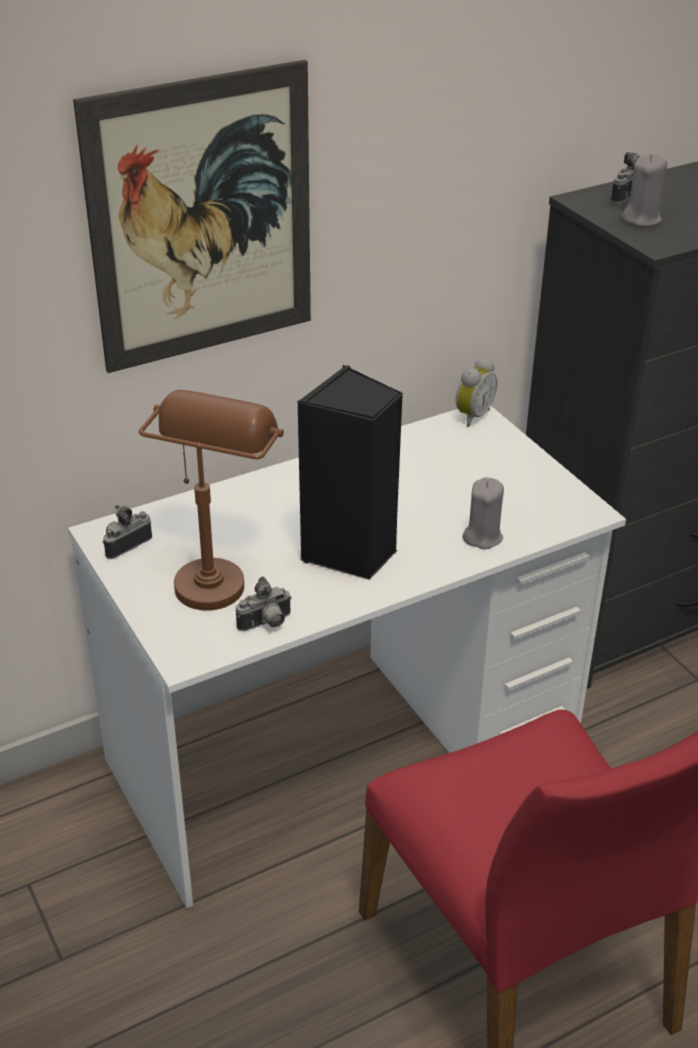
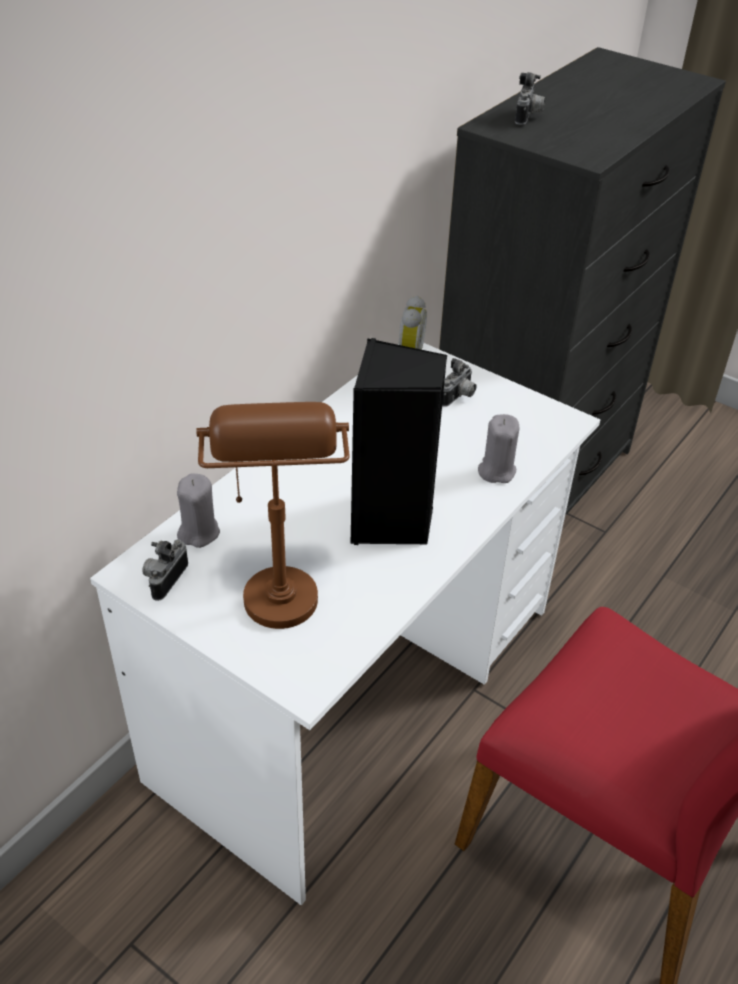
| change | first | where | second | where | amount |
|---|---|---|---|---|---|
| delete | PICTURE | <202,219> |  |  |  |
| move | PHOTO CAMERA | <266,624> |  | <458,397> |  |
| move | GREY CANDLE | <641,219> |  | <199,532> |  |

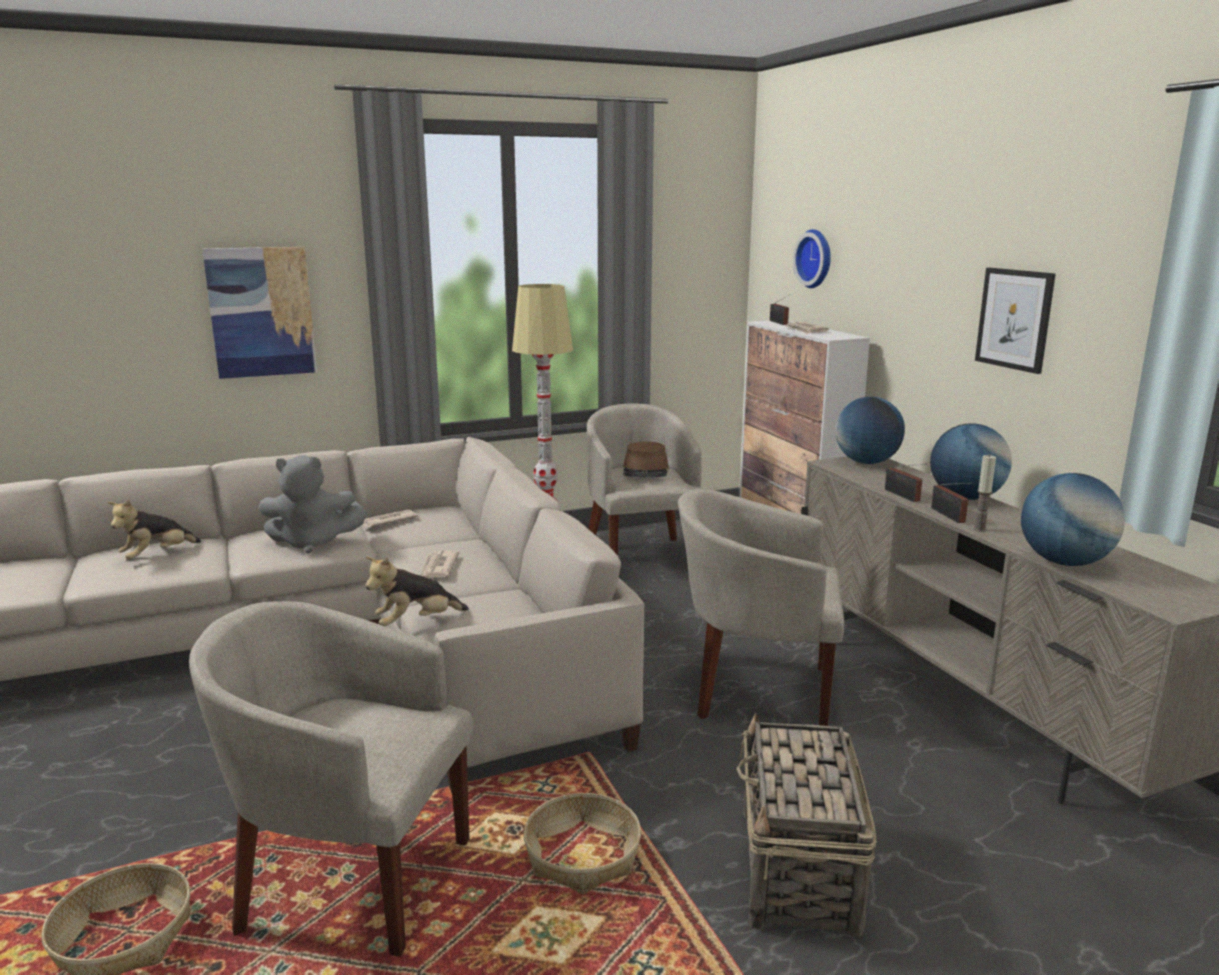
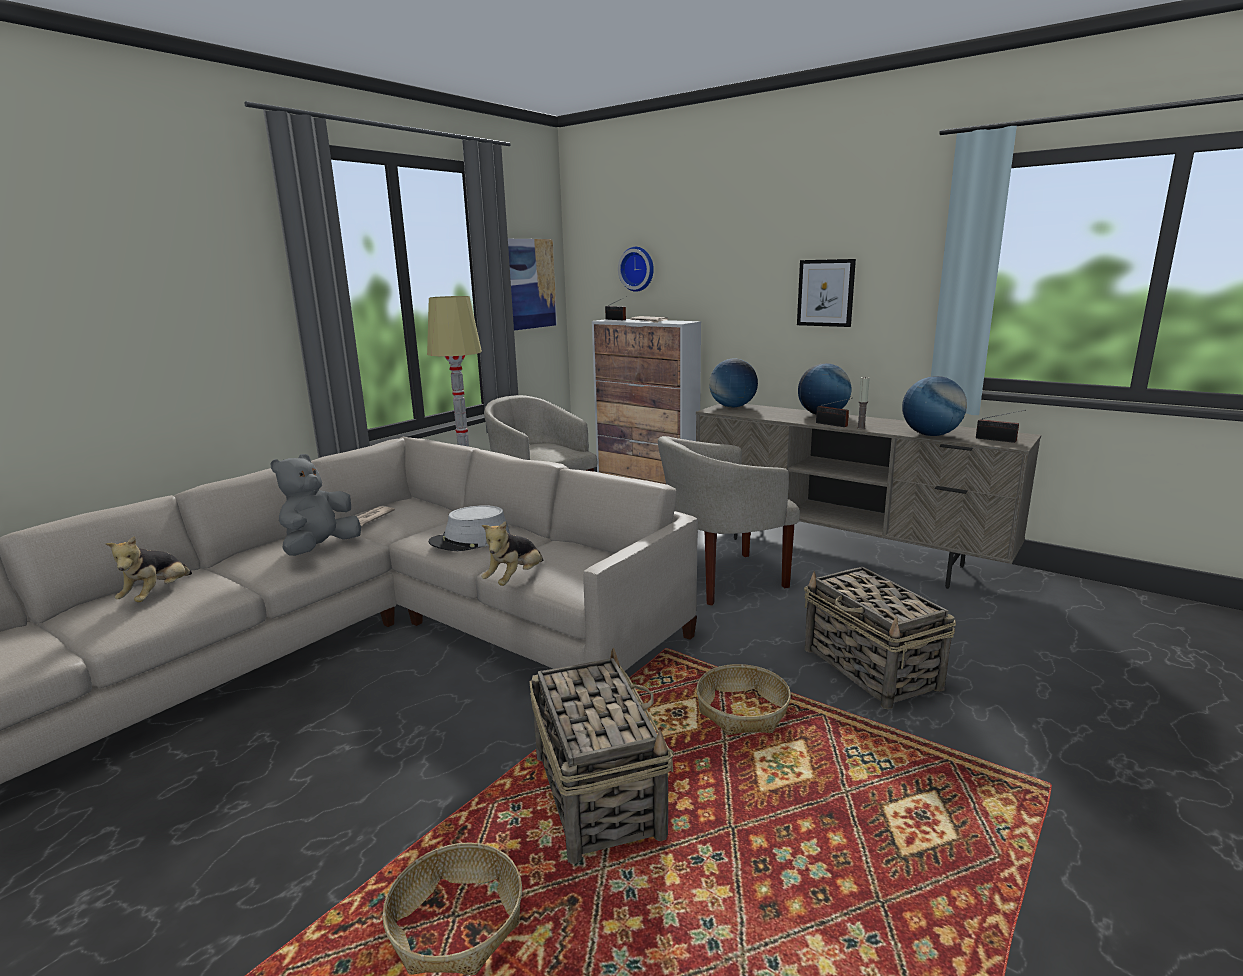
| change | first | where | second | where | amount |
|---|---|---|---|---|---|
| replace | BEIGE ARMCHAIR | <349,877> | BASKET | <597,792> |  |
| move | PICTURE | <261,312> |  | <530,284> |  |
| rotate | GREY PLUSH TOY | <312,543> |  | <320,548> | 150 degrees clockwise |
| replace | NEWSPAPER | <438,567> | GREY HAT | <470,540> |  |
| delete | BROWN HAT | <646,471> |  |  |  |
| move | RADIO | <903,496> |  | <998,440> |  |

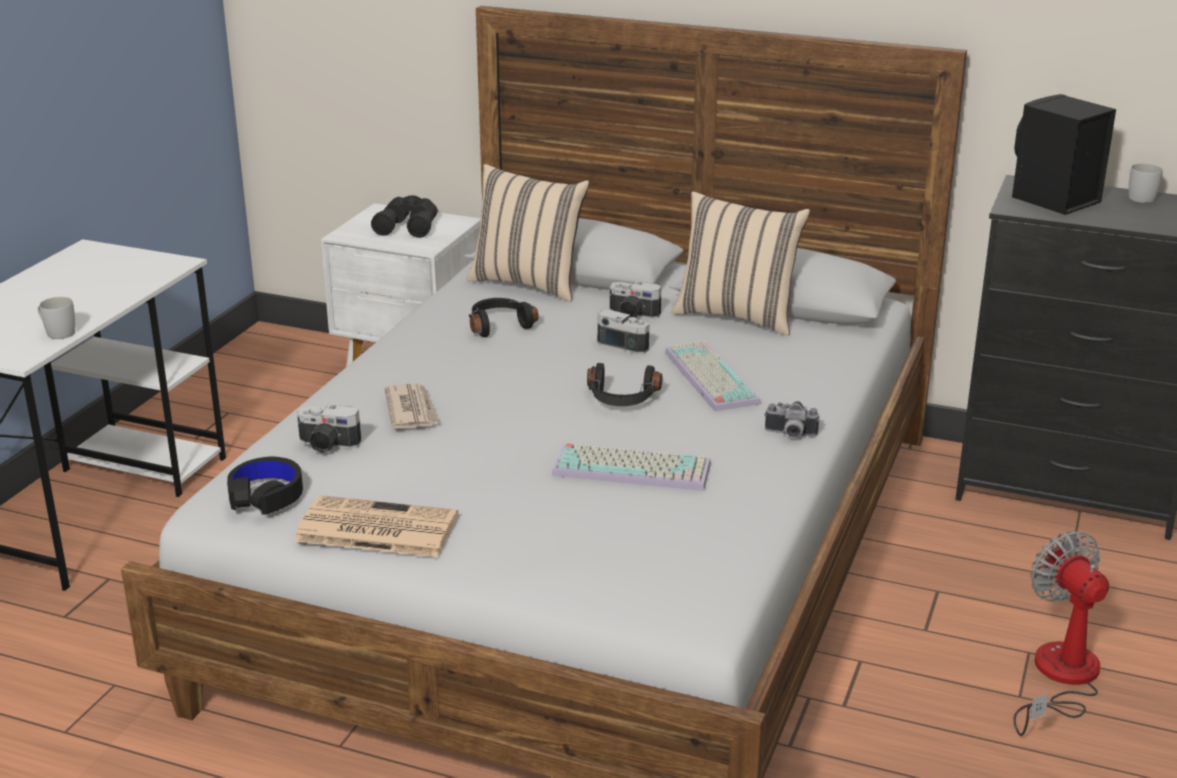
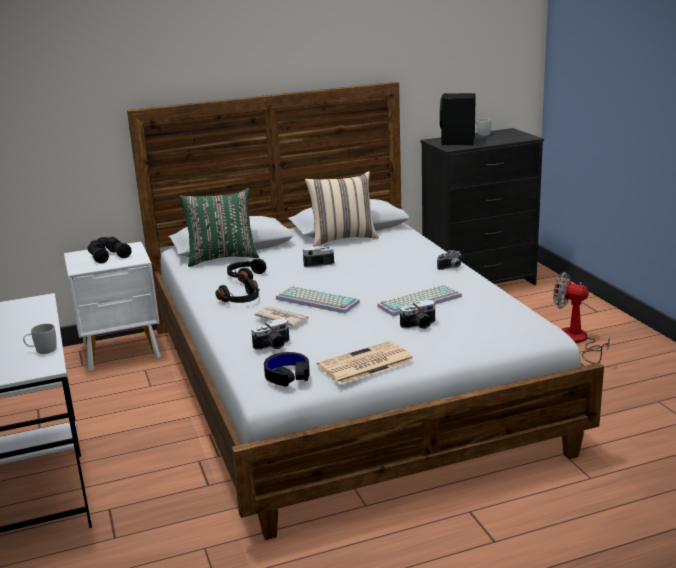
| change | first | where | second | where | amount |
|---|---|---|---|---|---|
| recolor | BEIGE PILLOW | <529,283> | GREEN PILLOW | <222,258> |  |
| move | BLACK HEADPHONES | <622,399> |  | <242,300> |  |
| move | PHOTO CAMERA | <632,315> |  | <419,325> |  |
| move | KEYBOARD | <708,377> |  | <315,301> |  |

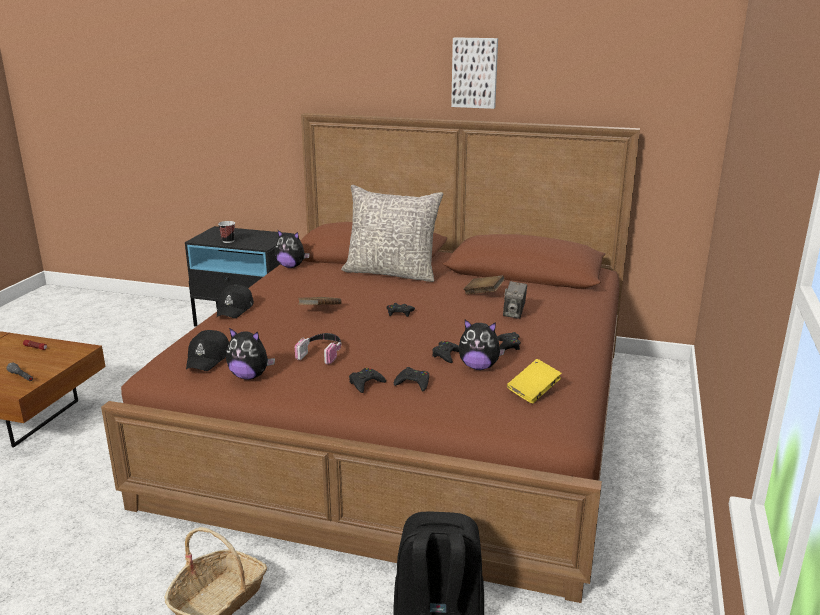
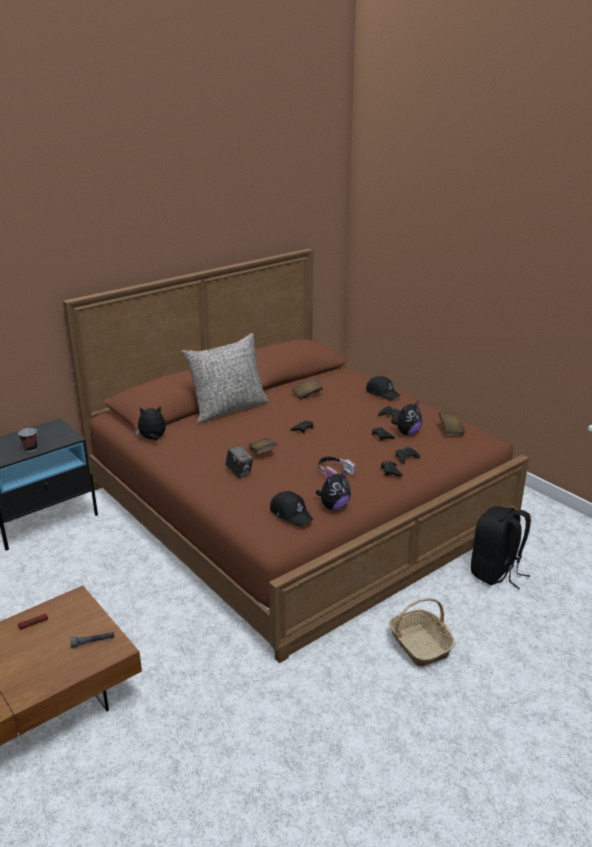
| change | first | where | second | where | amount |
|---|---|---|---|---|---|
| move | BLACK CAP | <235,309> |  | <382,393> |  |
| rotate | PLUSH TOY | <291,266> |  | <152,439> | 150 degrees counterclockwise |
| delete | PICTURE | <475,72> |  |  |  |
| move | PHOTO CAMERA | <514,314> |  | <239,472> |  |
| recolor | YELLOW BOOK | <533,392> | BROWN BOOK | <451,430> |  |

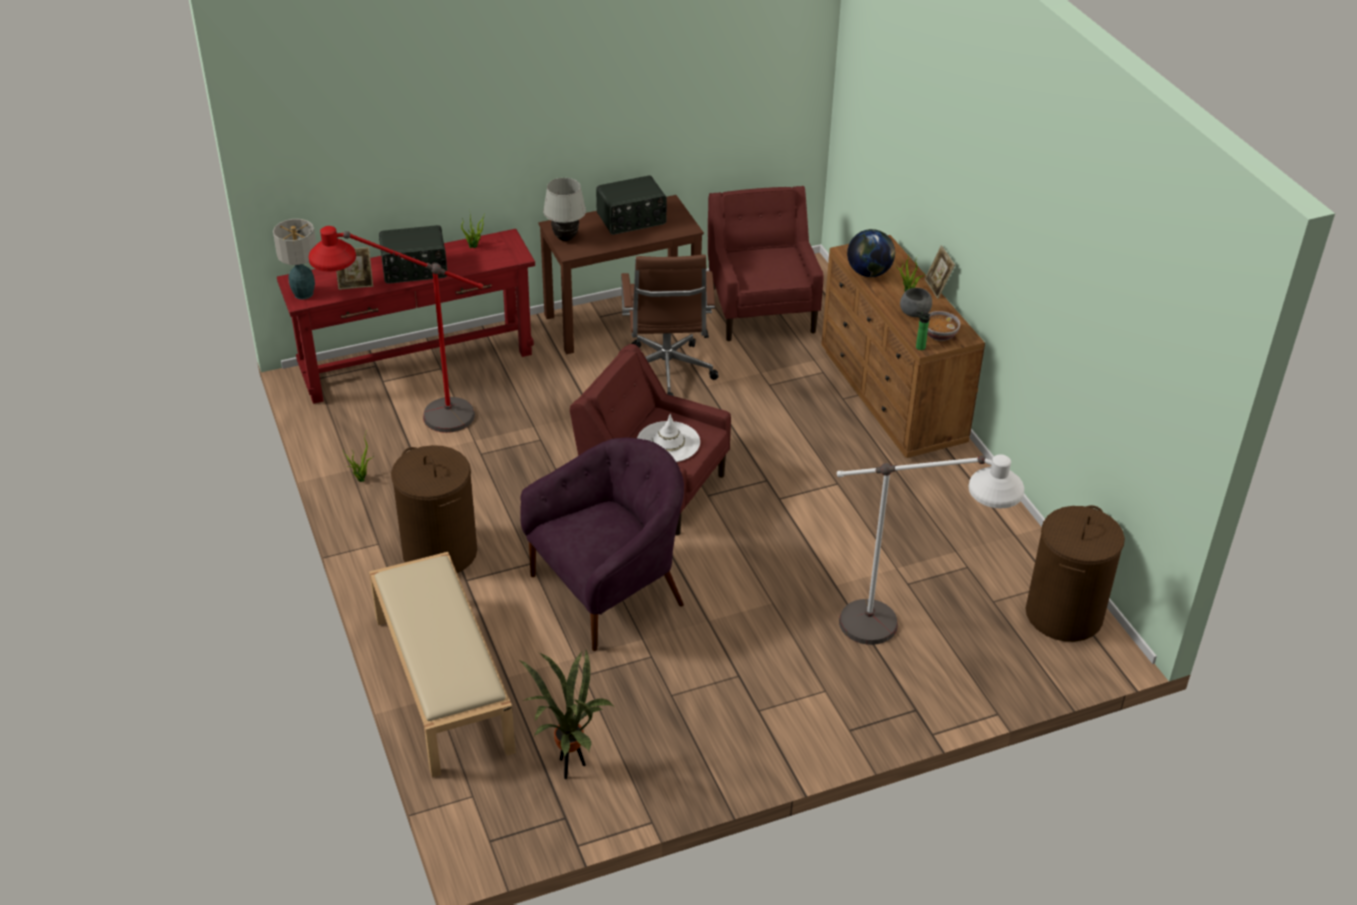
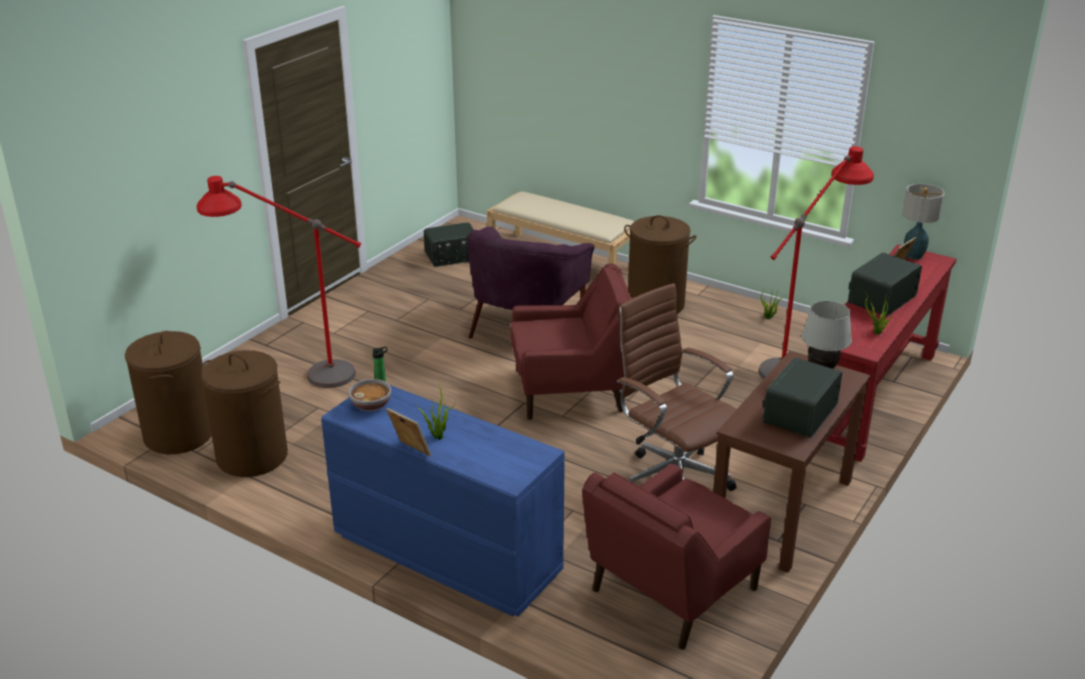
| change | first | where | second | where | amount |
|---|---|---|---|---|---|
| replace | POTTED PLANT | <568,768> | RADIO | <452,257> |  |
| delete | WHITE HAT | <668,442> |  |  |  |
| rotate | RED ARMCHAIR | <761,309> |  | <671,592> | 90 degrees clockwise |
| recolor | BROWN DRESSER | <892,396> | BLUE DRESSER | <445,553> |  |
| recolor | WHITE FLOOR LAMP | <906,639> | RED FLOOR LAMP | <296,376> |  |
| delete | GLOBE | <869,272> |  |  |  |
| delete | GREY BOWL | <915,314> |  |  |  |
| insert |  |  | BROWN LAUNDRY BASKET | <252,456> |  |

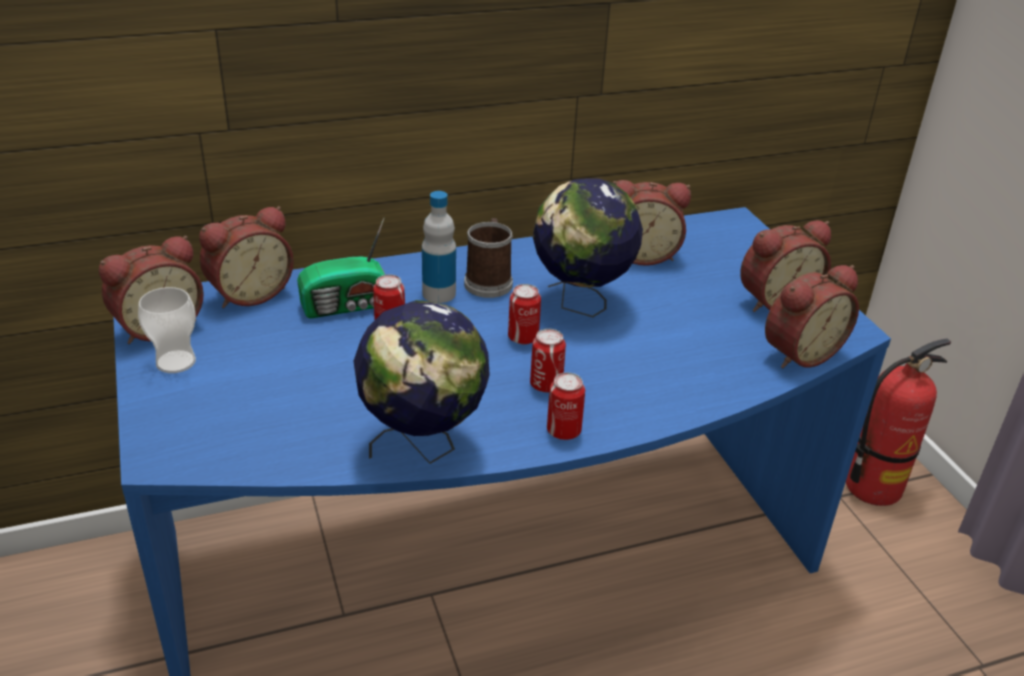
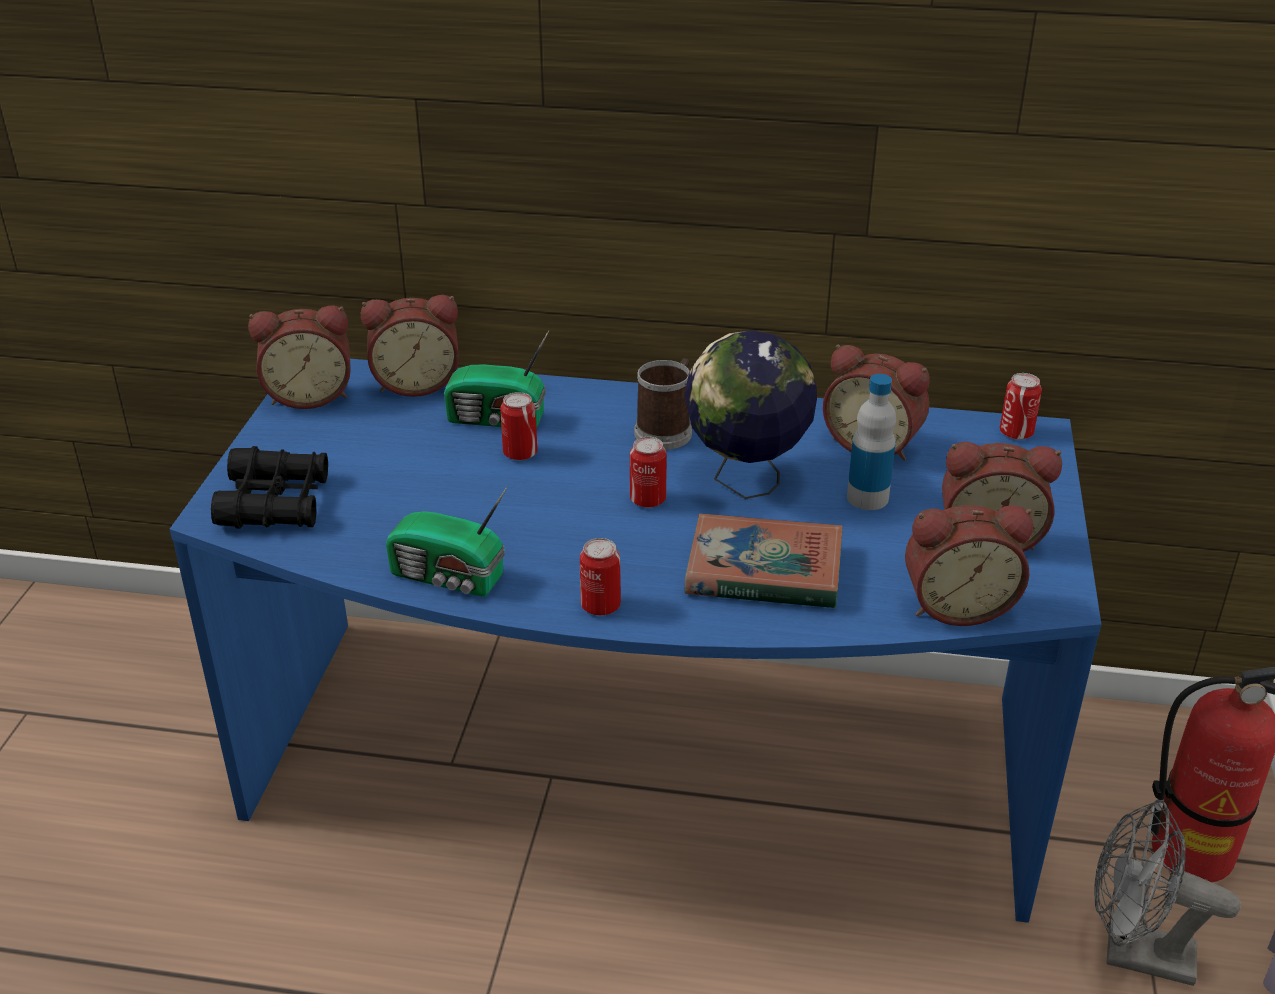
| change | first | where | second | where | amount |
|---|---|---|---|---|---|
| delete | CUP | <176,362> |  |  |  |
| replace | GLOBE | <423,447> | RADIO | <449,577> |  |
| move | BOTTLE | <439,293> |  | <867,498> |  |
| move | CAN | <546,385> |  | <1016,433> |  |
| insert |  |  | BLACK BINOCULARS | <275,502> |  |
| insert |  |  | BOOK | <764,571> |  |
| insert |  |  | GREY FAN | <1134,954> |  |

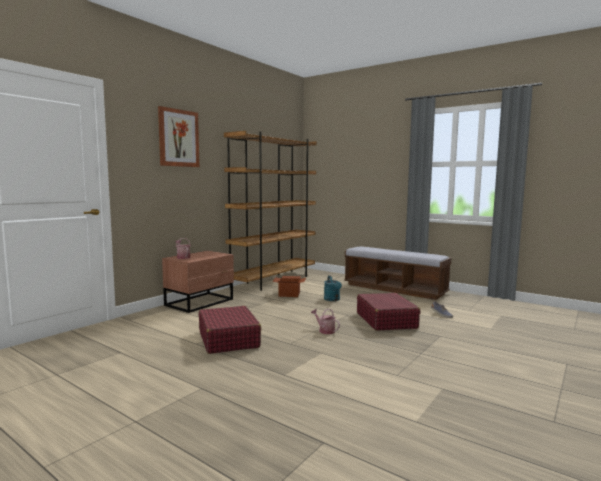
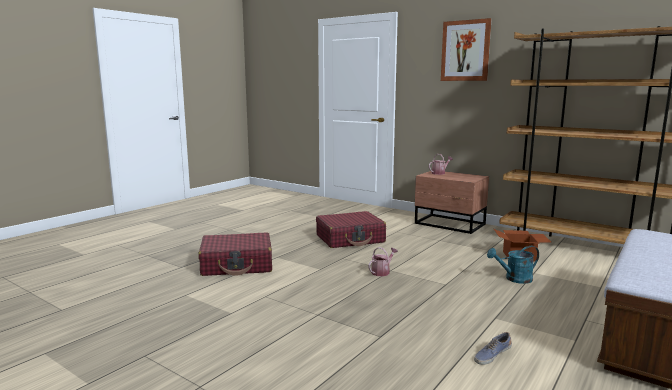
| change | first | where | second | where | amount |
|---|---|---|---|---|---|
| move | RED SUITCASE | <386,320> |  | <237,265> |  |

